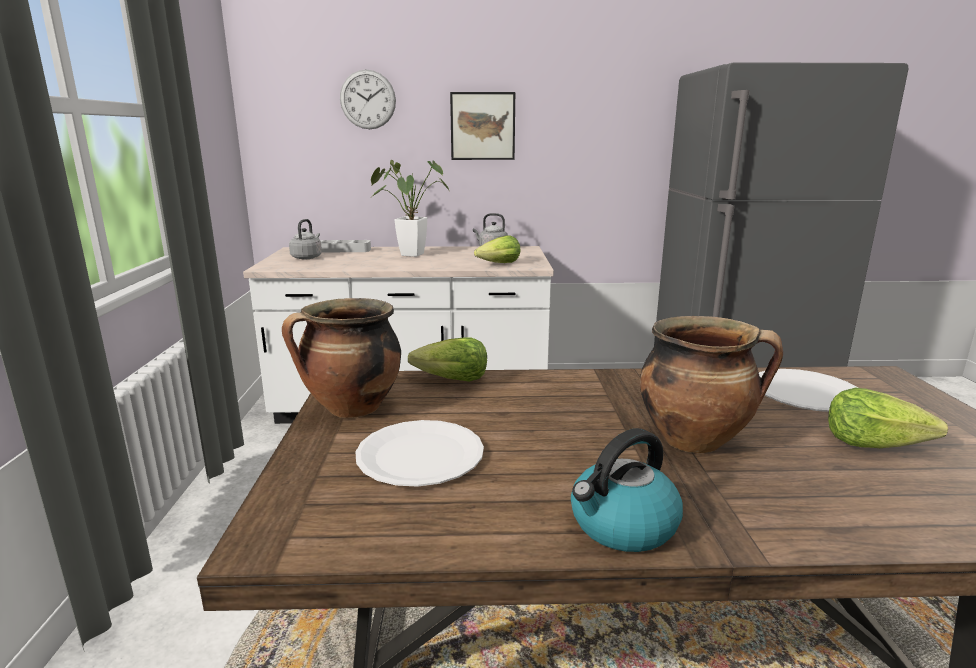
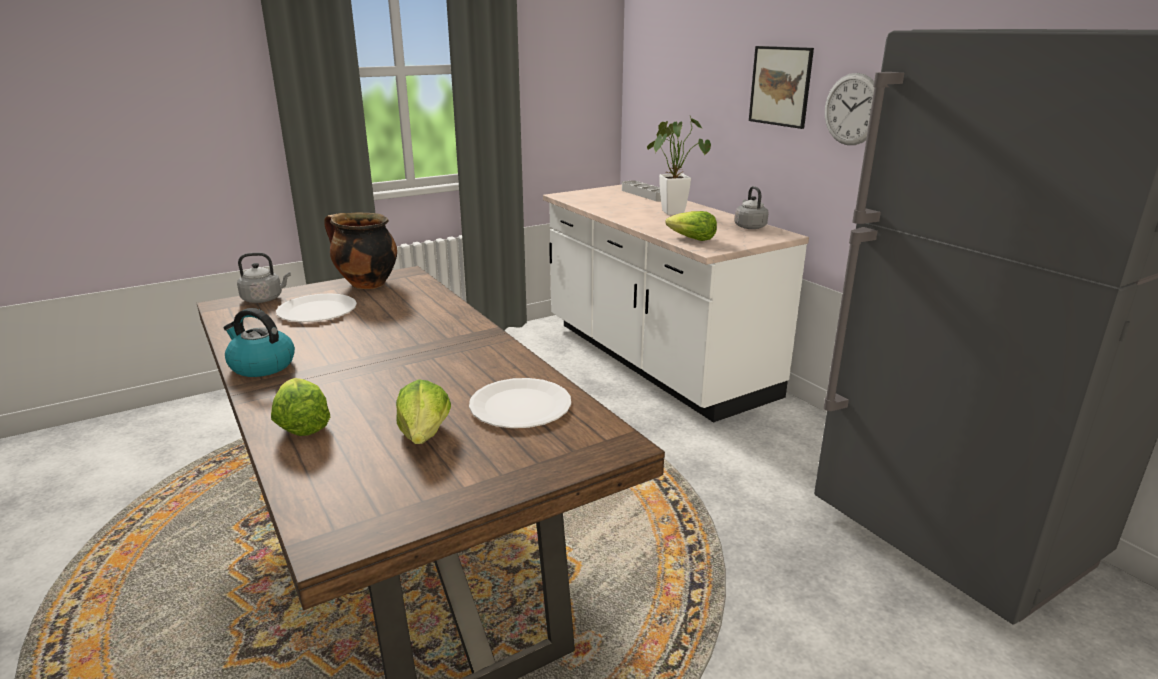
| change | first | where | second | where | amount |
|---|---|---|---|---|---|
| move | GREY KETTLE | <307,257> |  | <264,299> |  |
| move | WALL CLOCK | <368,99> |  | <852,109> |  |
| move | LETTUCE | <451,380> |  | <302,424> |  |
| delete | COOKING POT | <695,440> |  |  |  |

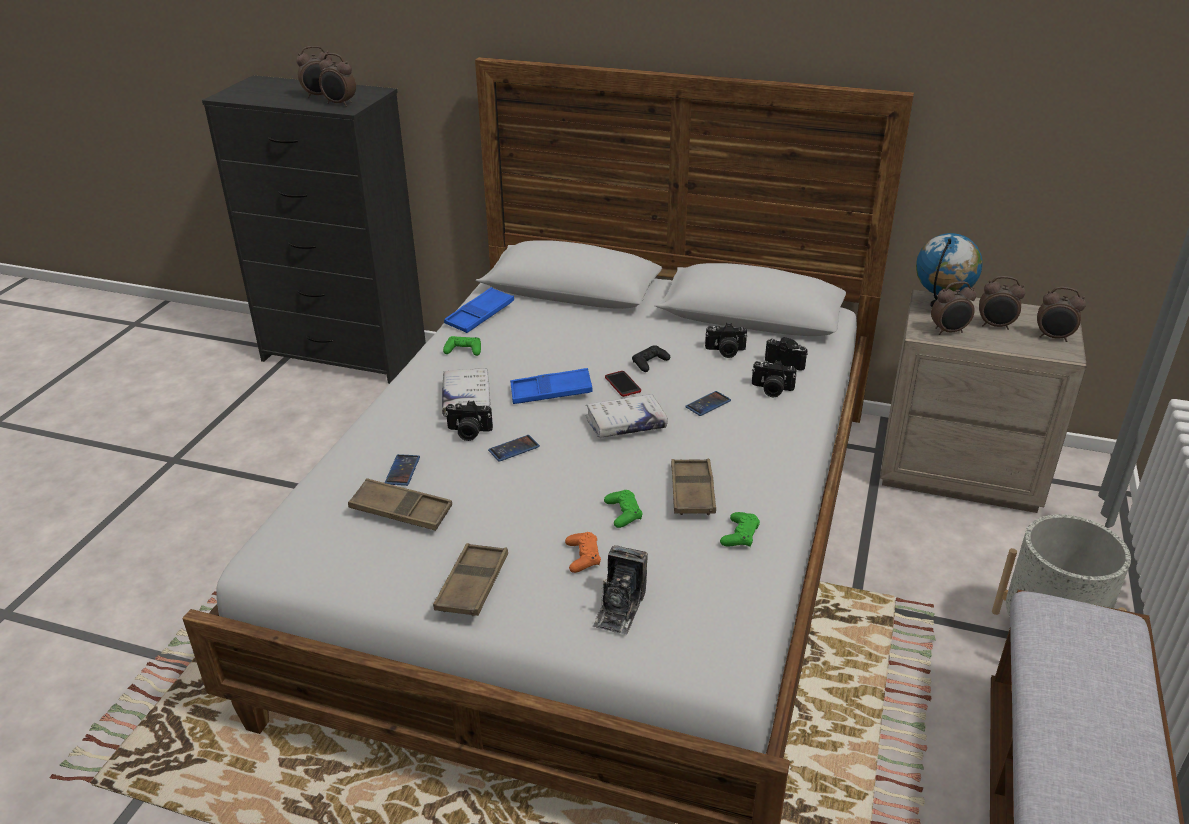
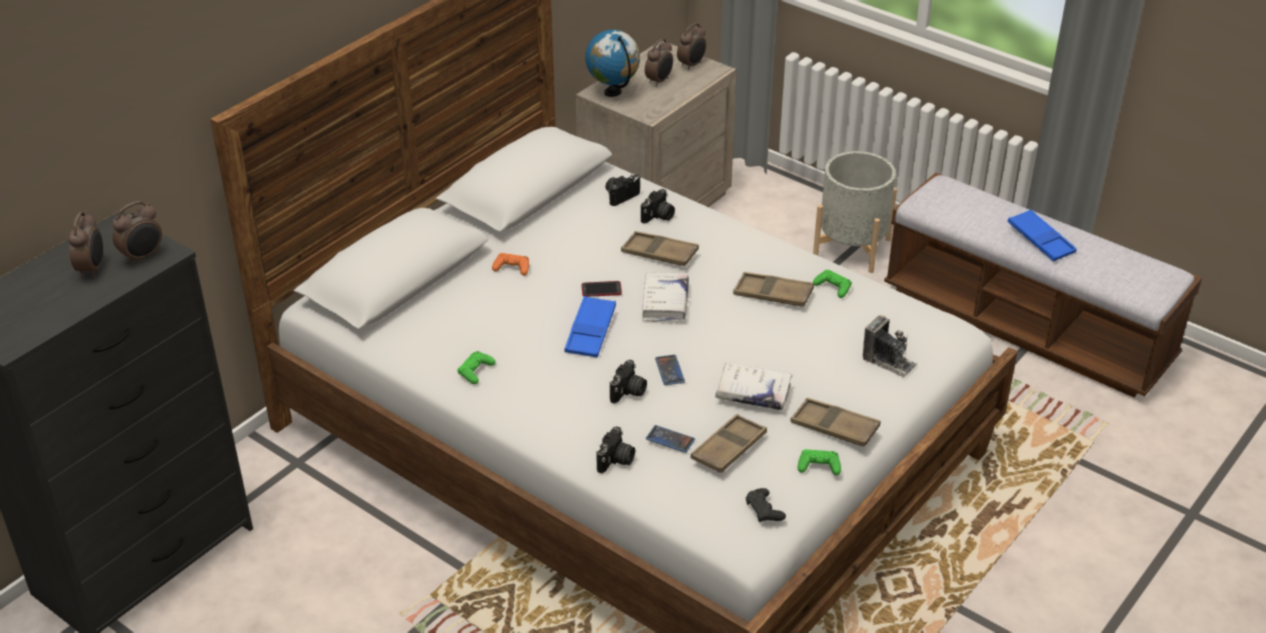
| change | first | where | second | where | amount |
|---|---|---|---|---|---|
| move | WHITE BOOK | <466,399> |  | <753,393> |  |
| move | BLUE TRAY | <480,315> |  | <1040,240> |  |
| move | ORANGE GAME CONTROLLER | <583,557> |  | <512,268> |  |
| move | GREEN GAME CONTROLLER | <623,513> |  | <819,466> |  |
| move | BLACK GAME CONTROLLER | <649,363> |  | <764,510> |  |
| replace | PHONE | <708,404> | BROWN TRAY | <659,253> |  |
| move | PHOTO CAMERA | <725,351> |  | <616,461> |  |
| delete | ALARM CLOCK | <949,331> |  |  |  |

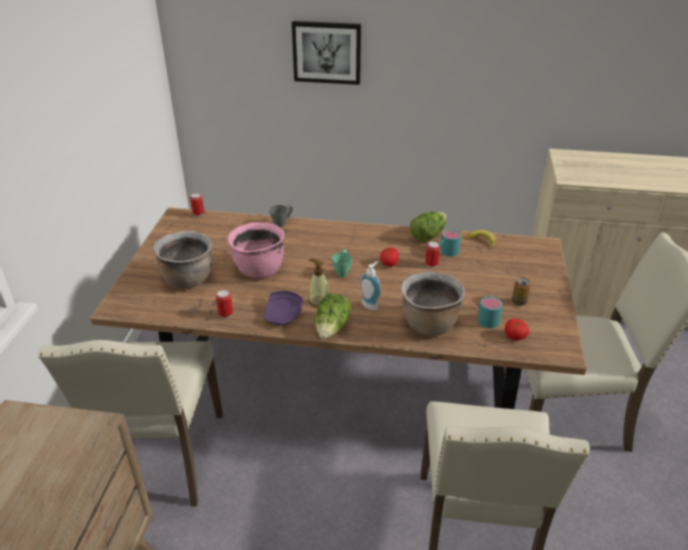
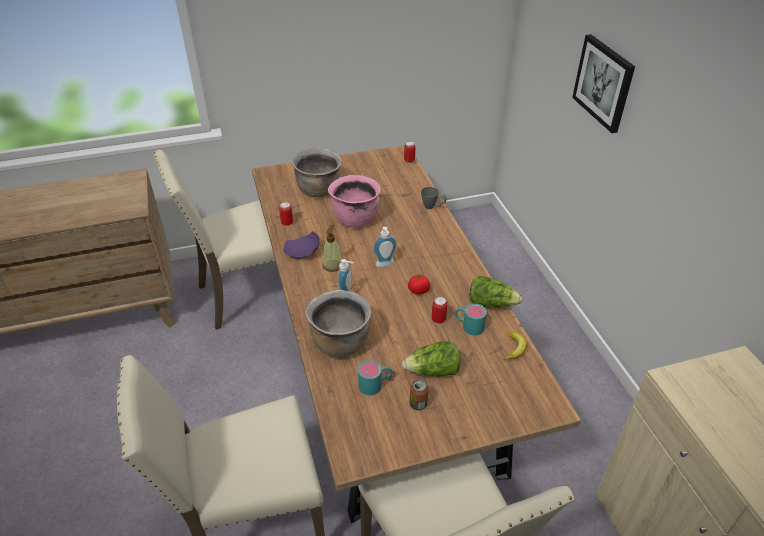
| change | first | where | second | where | amount |
|---|---|---|---|---|---|
| move | LETTUCE | <332,328> |  | <433,371> |  |
| replace | GREEN MUG | <342,271> | SOAP DISPENSER | <385,265> |  |
| delete | TOMATO | <514,337> |  |  |  |

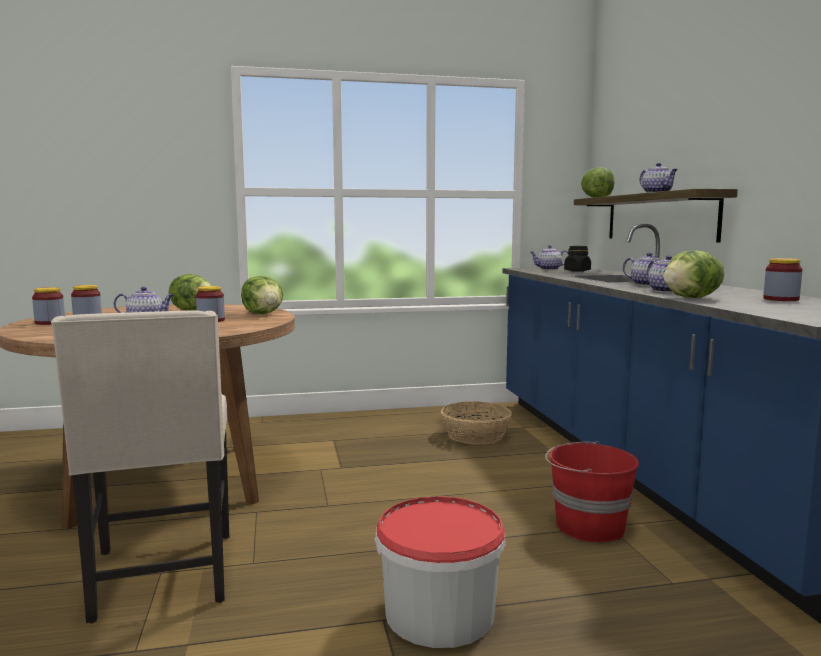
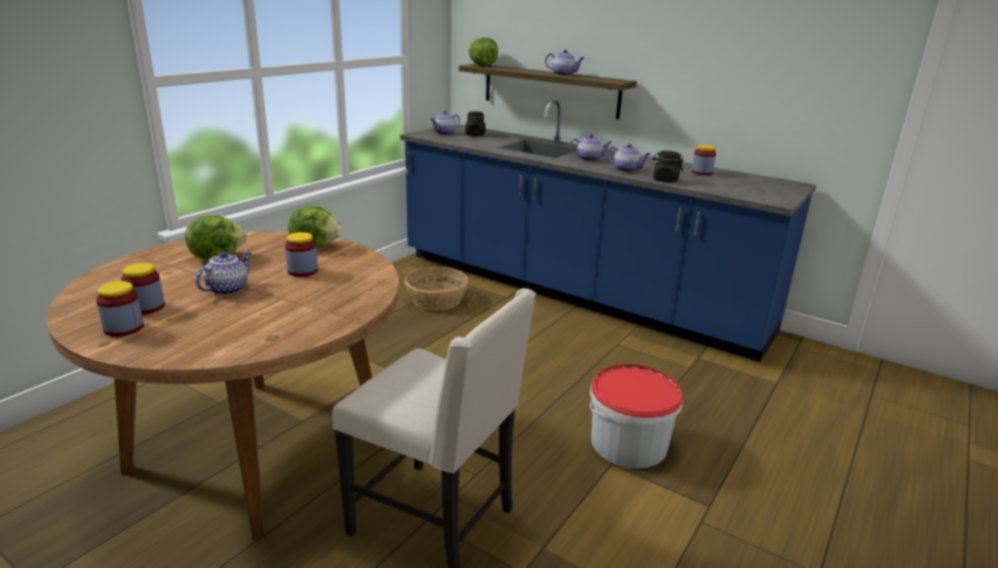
| change | first | where | second | where | amount |
|---|---|---|---|---|---|
| delete | RED BUCKET | <588,526> |  |  |  |
| replace | LETTUCE | <692,298> | BLACK JAR | <665,180> |  |

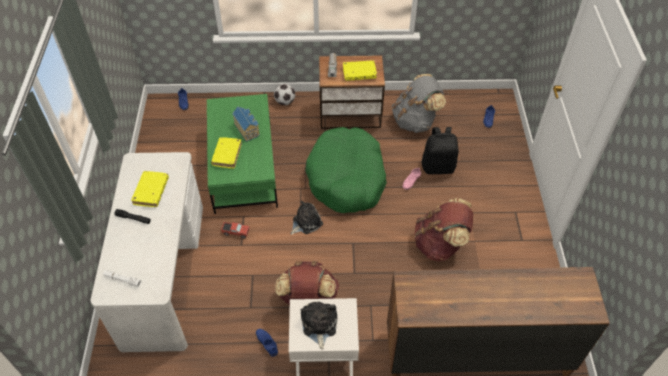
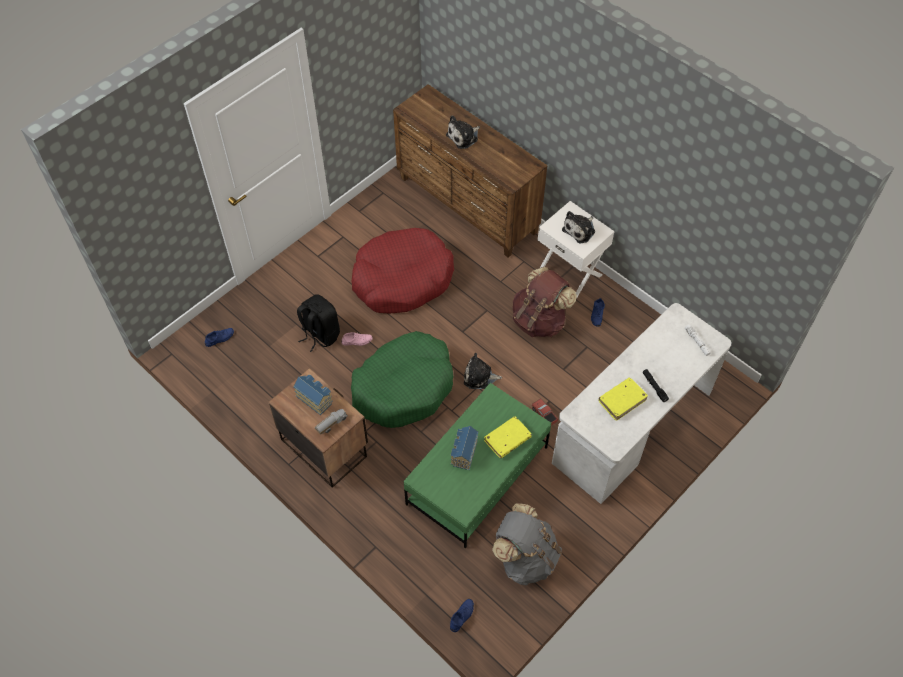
| change | first | where | second | where | amount |
|---|---|---|---|---|---|
| delete | FOOTBALL | <285,102> |  |  |  |
| replace | YELLOW BOOK | <359,73> | TOY HOUSE | <315,398> |  |
| move | GREY BACKPACK | <415,121> |  | <525,557> |  |
| replace | BROWN BACKPACK | <440,244> | RED DOG BED | <402,279> |  |
| insert |  |  | PLUSH TOY | <463,137> |  |

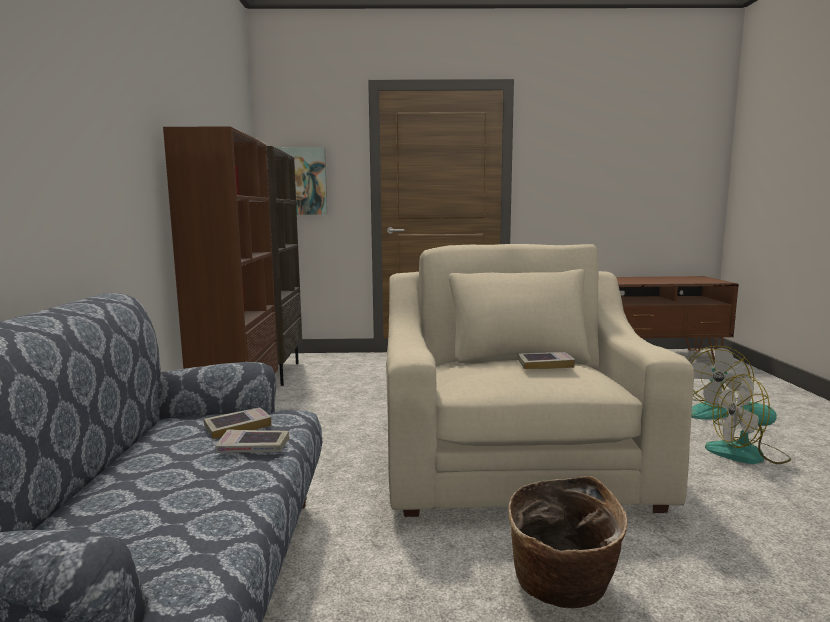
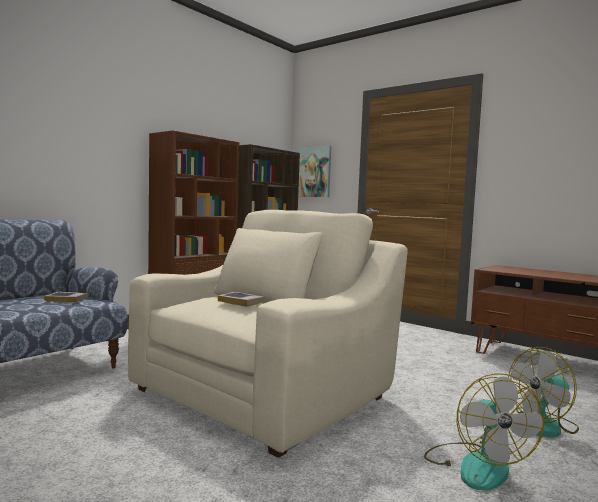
| change | first | where | second | where | amount |
|---|---|---|---|---|---|
| delete | BOOK | <253,447> |  |  |  |
| delete | BASKET | <562,589> |  |  |  |
| rotate | FAN | <747,454> |  | <476,465> | 135 degrees counterclockwise |

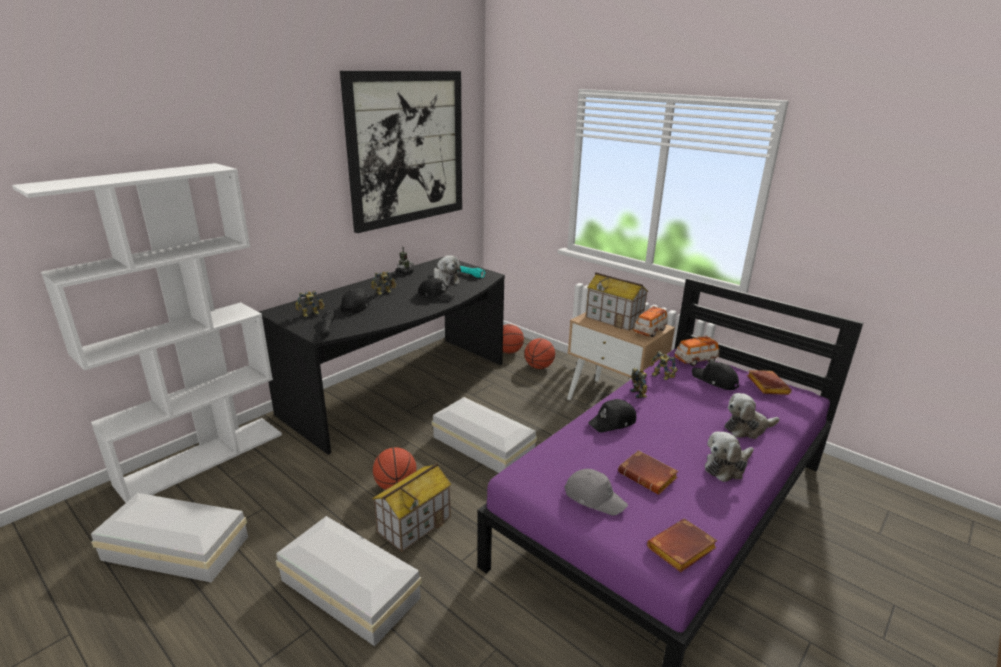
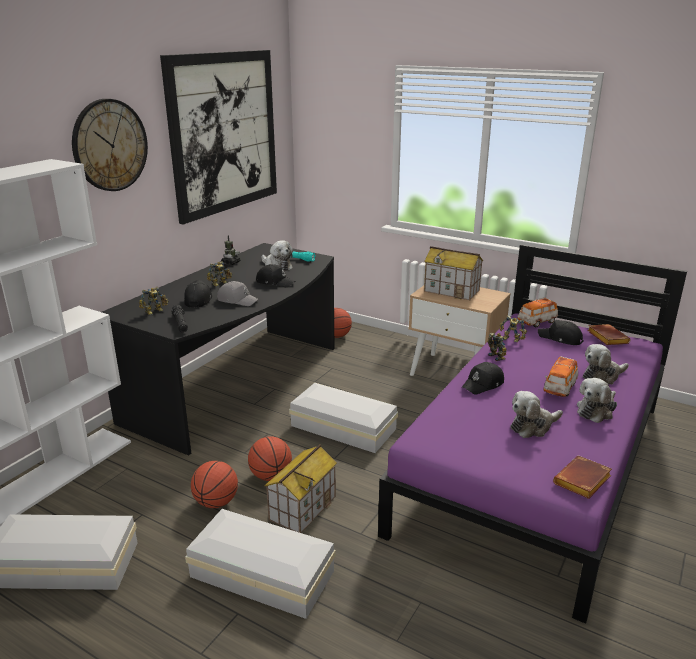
| change | first | where | second | where | amount |
|---|---|---|---|---|---|
| move | BASKETBALL | <539,367> |  | <216,502> |  |
| move | GREY CAP | <594,497> |  | <237,300> |  |
| replace | BROWN BOOK | <649,476> | PLUSH TOY | <533,426> |  |
| move | TOY CAR | <649,331> |  | <559,388> |  |
| insert |  |  | WALL CLOCK | <110,145> |  |

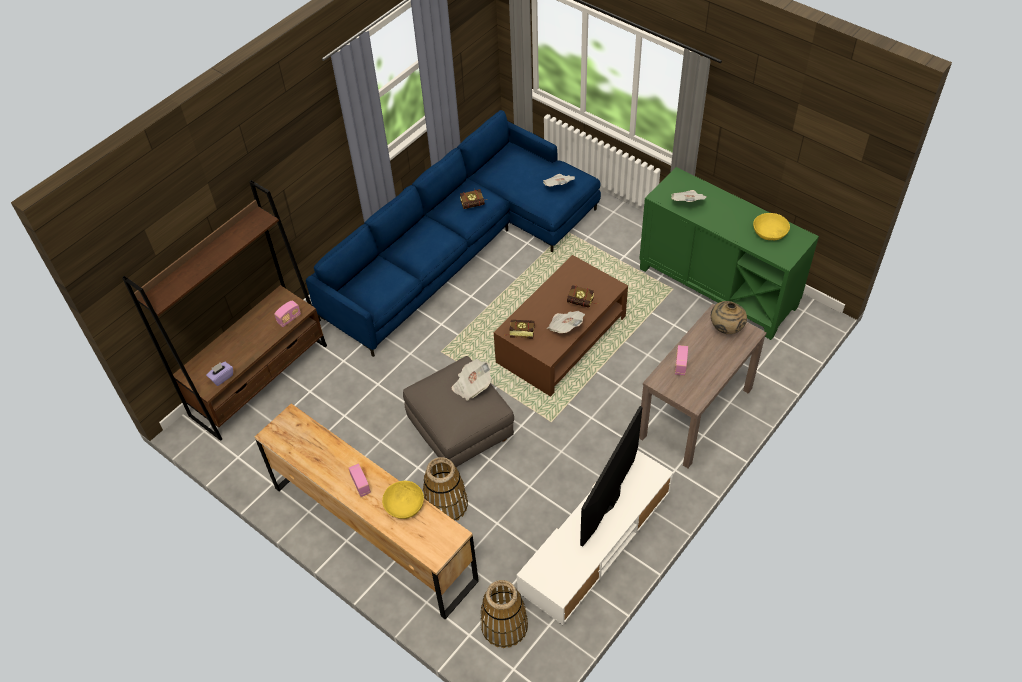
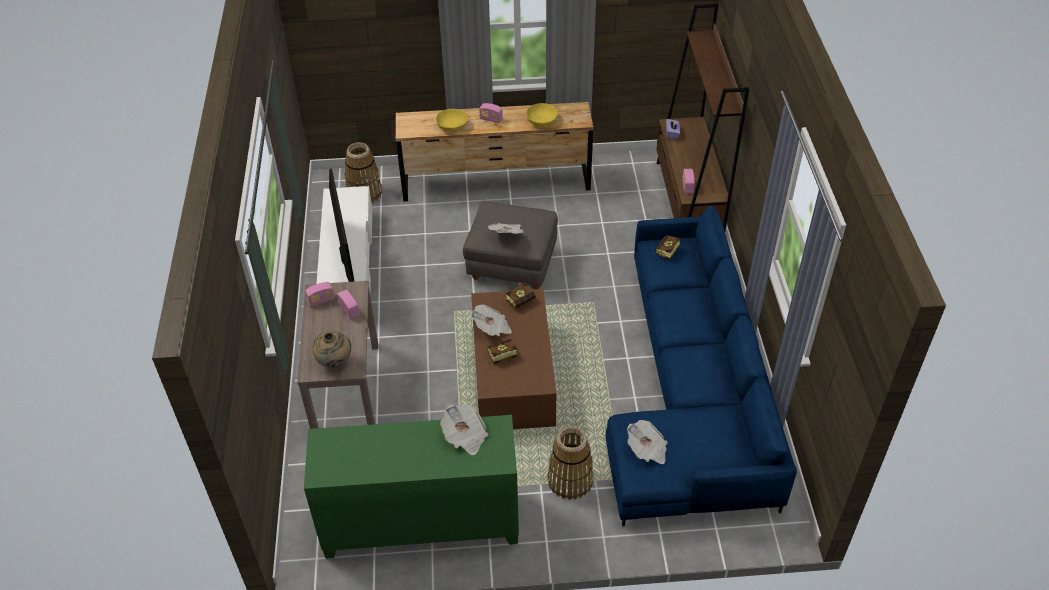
| change | first | where | second | where | amount |
|---|---|---|---|---|---|
| move | BASKET | <446,505> |  | <570,480> |  |
| move | BOOK | <475,204> |  | <665,254> |  |
| move | YELLOW BOWL | <770,233> |  | <541,121> |  |
| insert |  |  | RADIO | <321,300> |  |

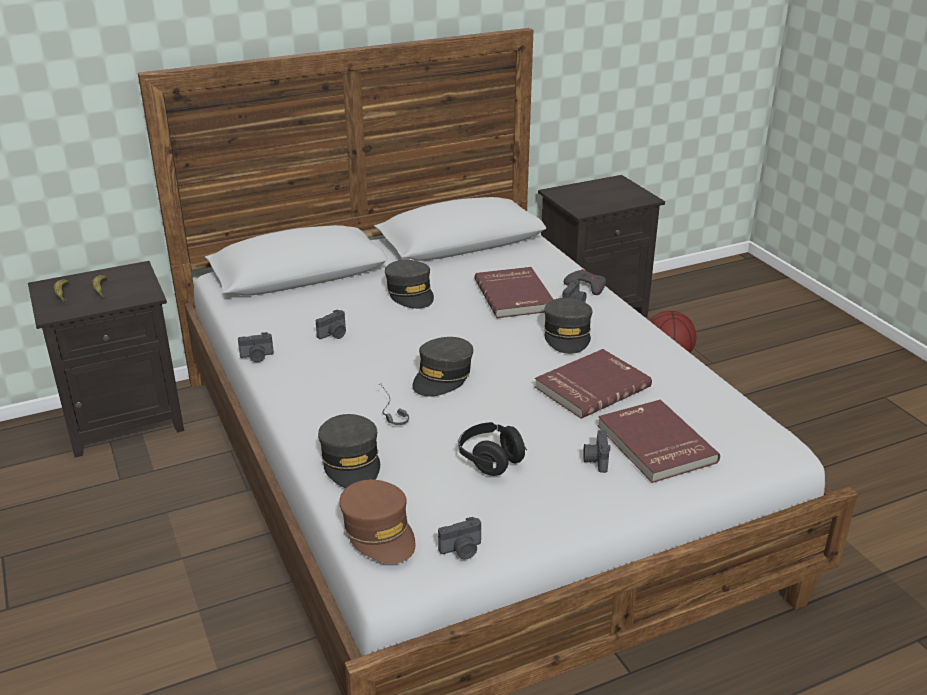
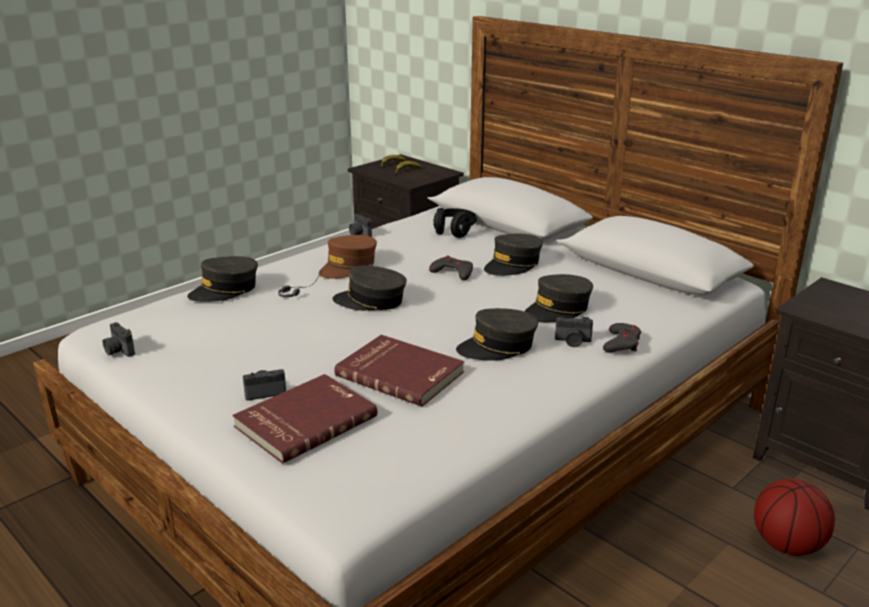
| change | first | where | second | where | amount |
|---|---|---|---|---|---|
| delete | PHOTO CAMERA | <334,335> |  |  |  |
| move | BROWN CAP | <379,532> |  | <348,267> |  |
| move | BLACK HEADPHONES | <490,460> |  | <454,232> |  |
| replace | RED BOOK | <515,295> | GREY CAP | <558,310> |  |
| insert |  |  | GREY GAME CONTROLLER | <453,272> |  |

